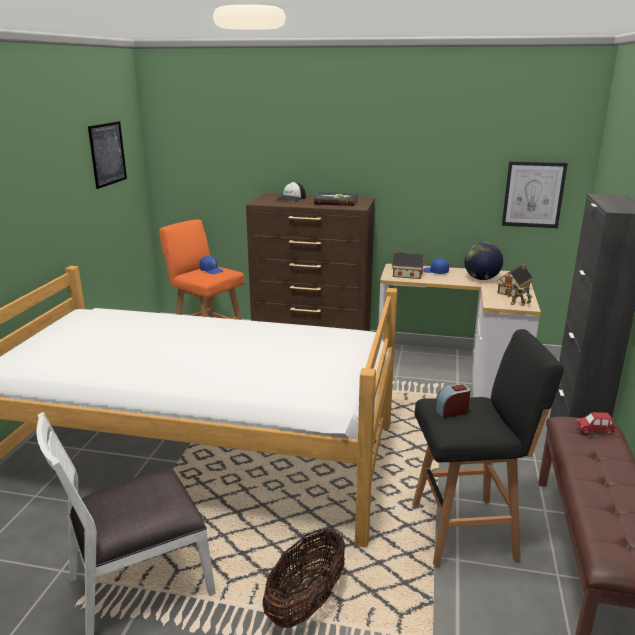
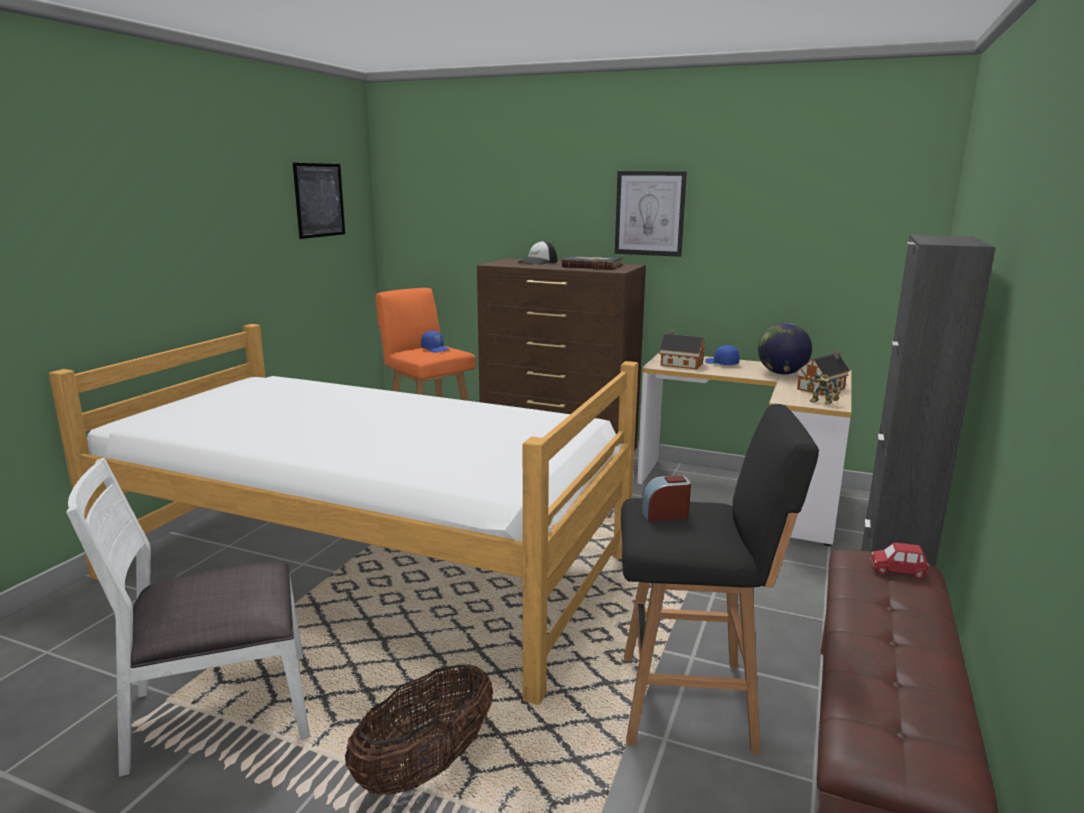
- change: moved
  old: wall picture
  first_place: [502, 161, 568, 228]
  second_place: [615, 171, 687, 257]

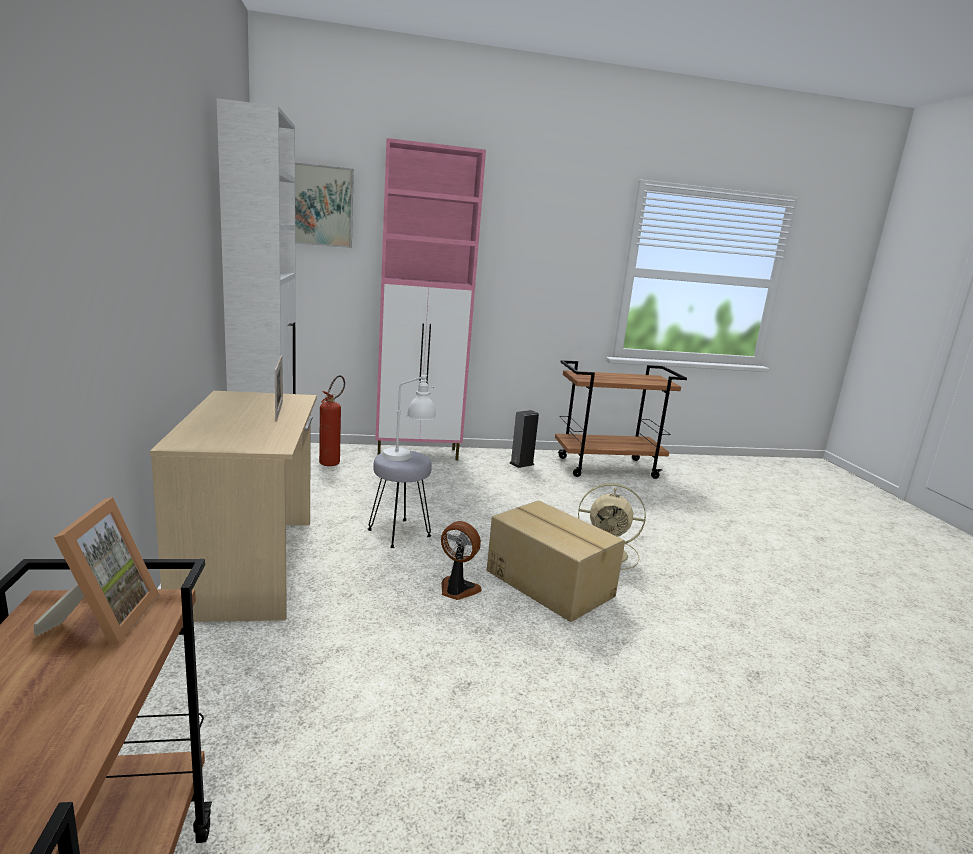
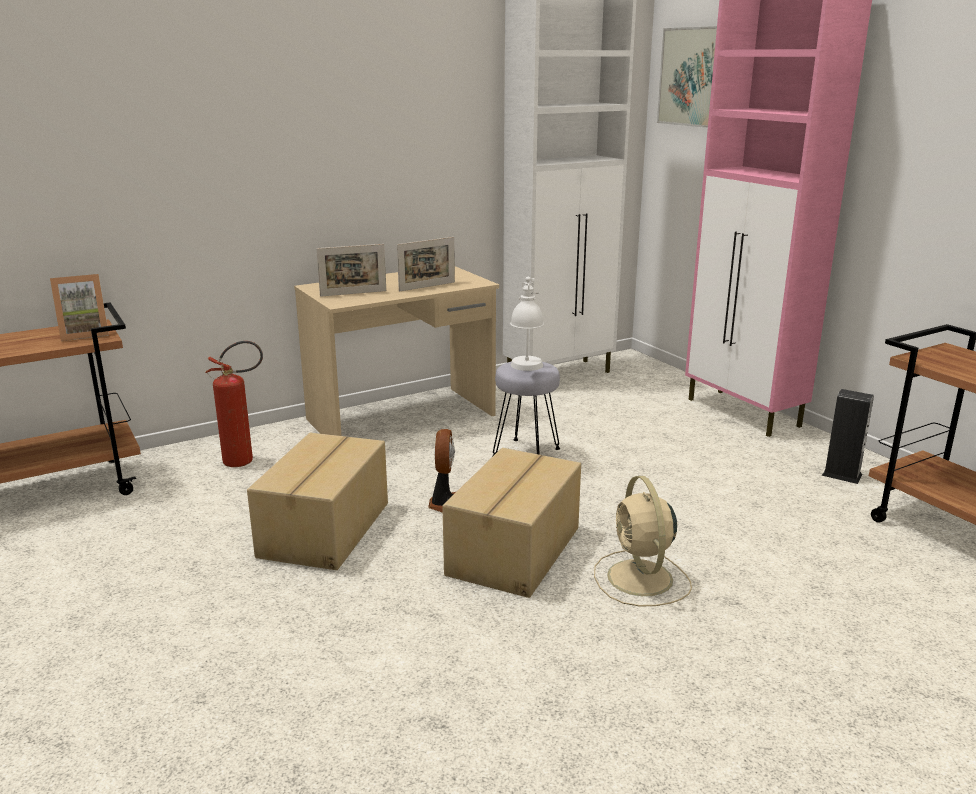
- change: moved
  old: fire extinguisher
  first_place: [319, 375, 345, 466]
  second_place: [205, 341, 263, 467]
- change: added
  new: picture frame
  second_place: [316, 244, 386, 297]
- change: added
  new: cardboard box
  second_place: [247, 433, 388, 570]

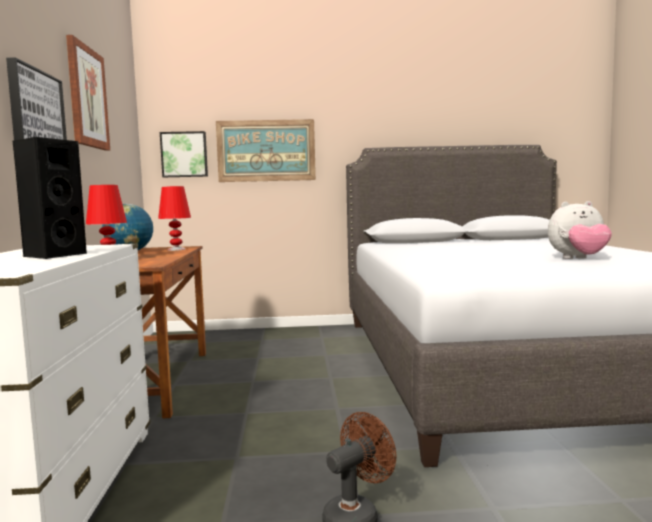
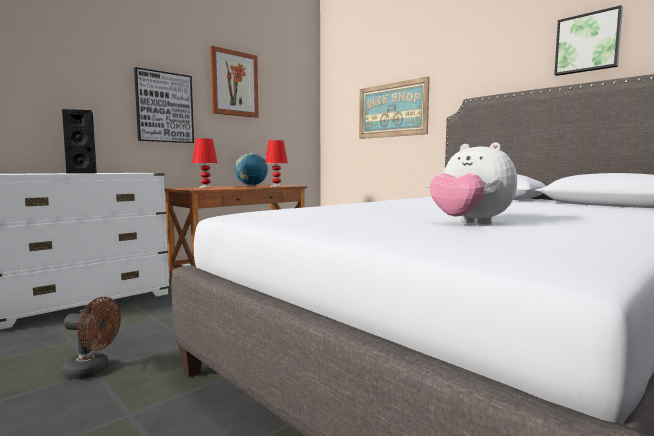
- change: moved
  old: wall picture
  first_place: [160, 131, 208, 177]
  second_place: [554, 5, 623, 76]

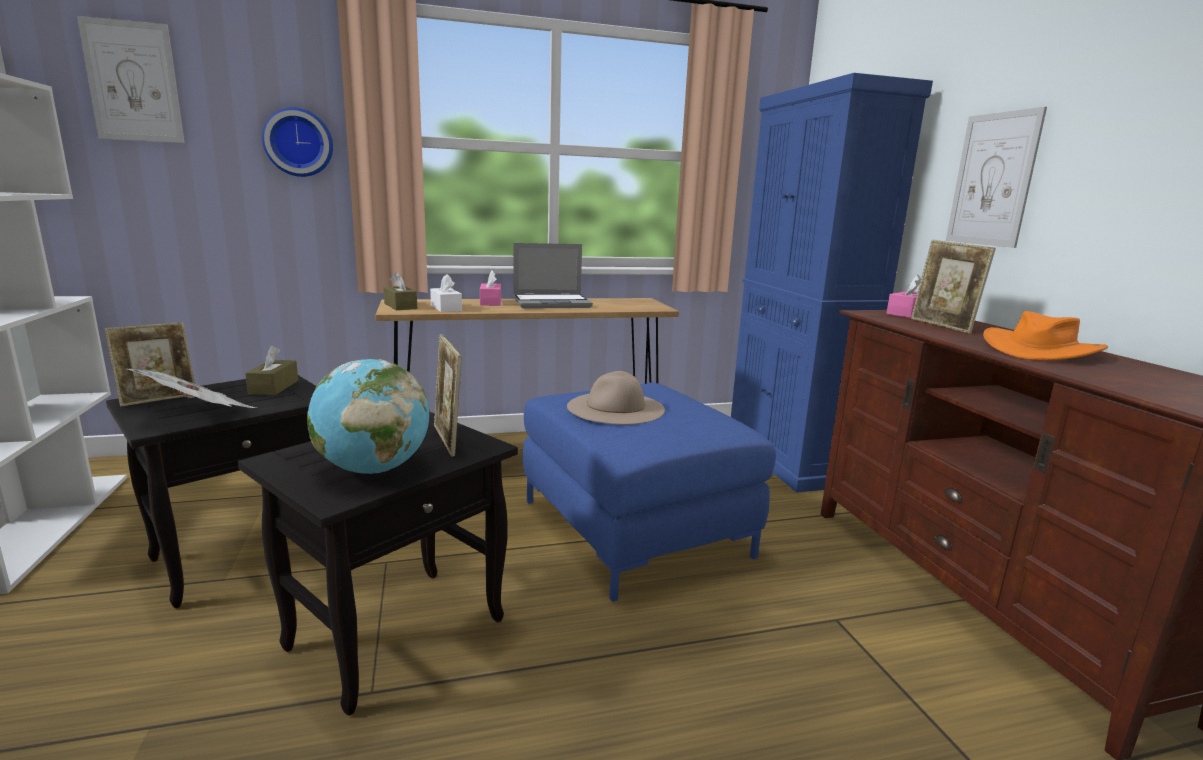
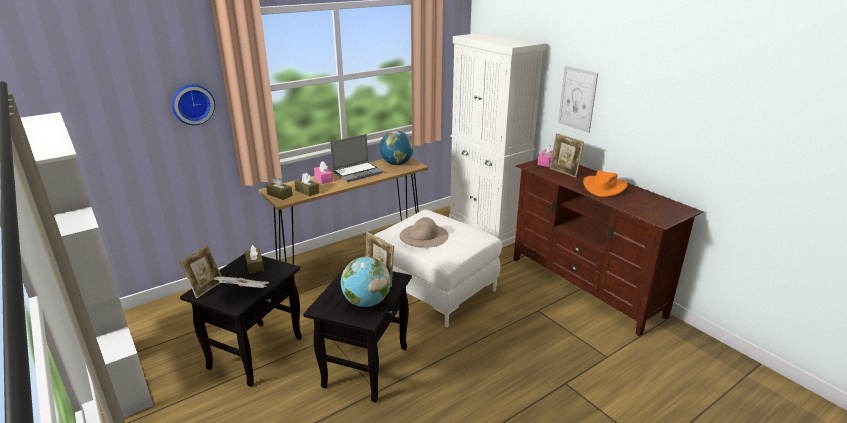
- change: removed
  old: wall picture
  first_place: [77, 16, 184, 143]
- change: recoloured
  old: bluish cabinet
  new: white cabinet
  first_place: [731, 73, 933, 492]
  second_place: [449, 33, 546, 248]
- change: recoloured
  old: white tissue holder
  new: brown-coloured tissue holder
  first_place: [430, 274, 462, 312]
  second_place: [294, 173, 319, 197]
- change: recoloured
  old: bluish ottoman
  new: white ottoman
  first_place: [523, 382, 776, 602]
  second_place: [375, 209, 502, 328]
- change: added
  new: globe
  second_place: [380, 131, 414, 165]

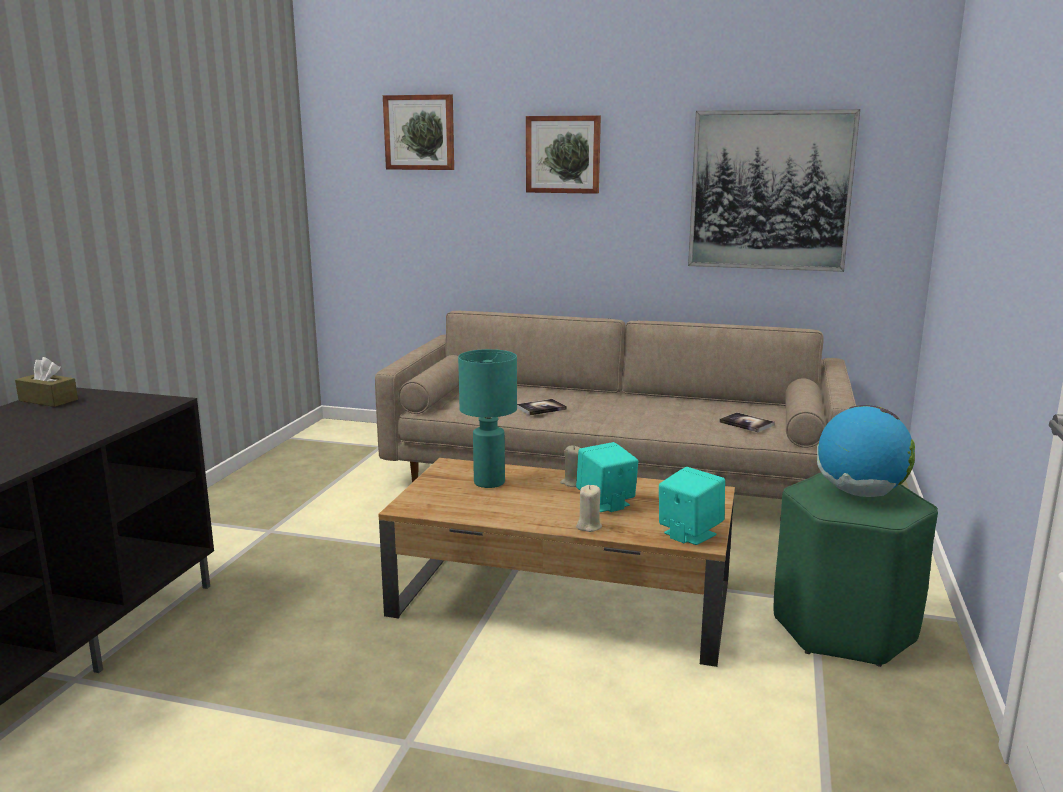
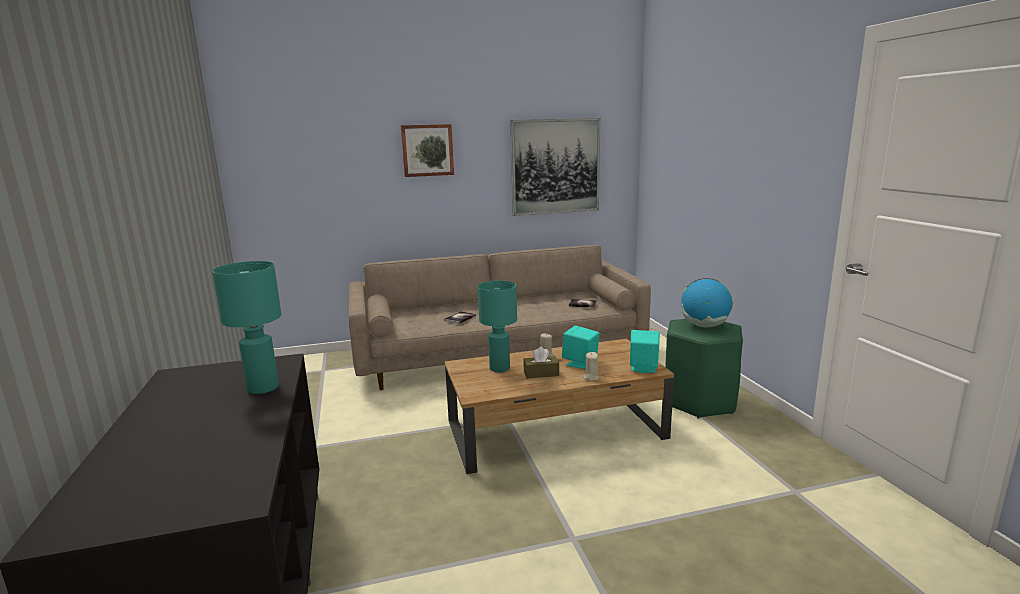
- change: removed
  old: wall picture
  first_place: [383, 94, 454, 170]
- change: moved
  old: brown-coloured tissue holder
  first_place: [15, 357, 78, 407]
  second_place: [523, 347, 559, 378]
- change: added
  new: turquoise-coloured table lamp
  second_place: [212, 261, 281, 394]

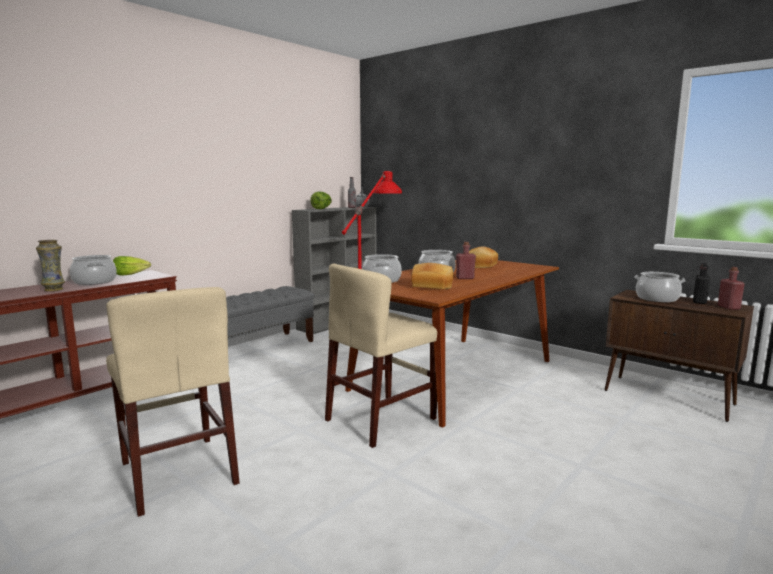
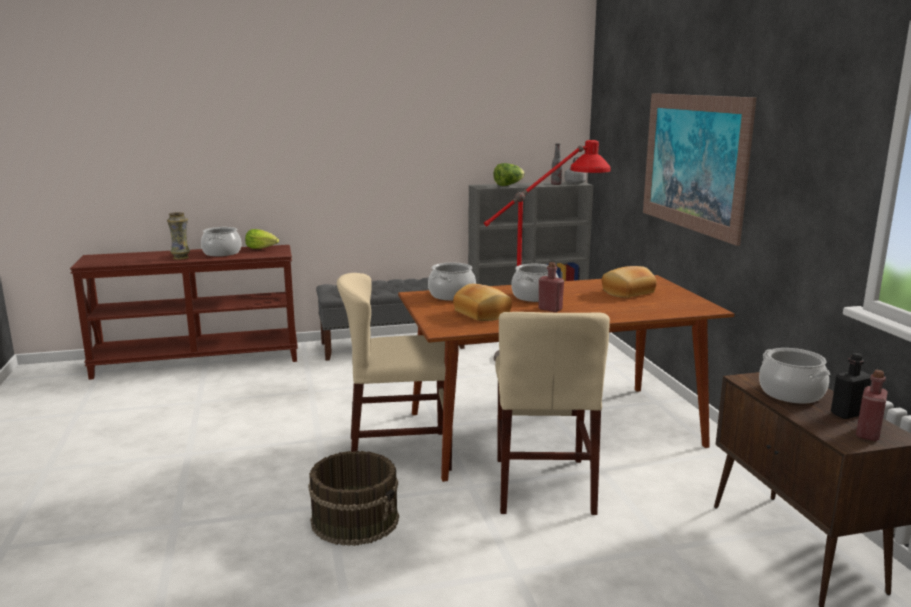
- change: moved
  old: beige-coloured plain chair
  first_place: [106, 287, 240, 517]
  second_place: [495, 312, 610, 515]
- change: added
  new: wall picture
  second_place: [643, 93, 757, 246]
- change: added
  new: brown-coloured water bucket
  second_place: [308, 451, 399, 546]

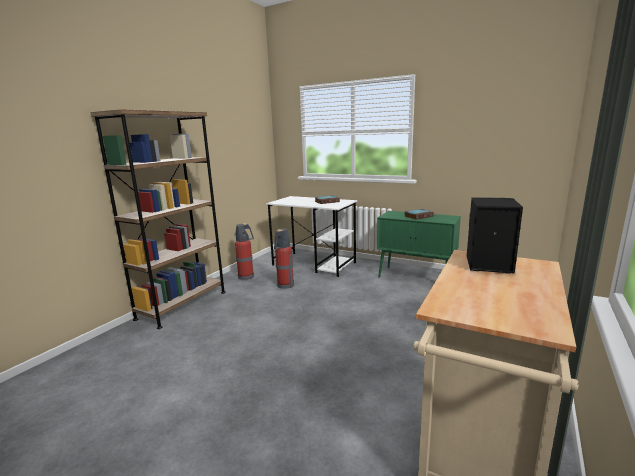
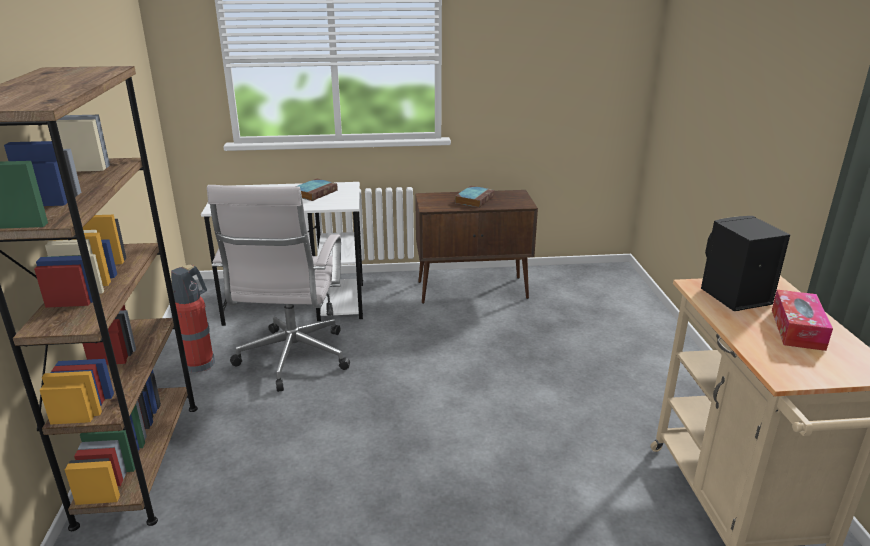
- change: recoloured
  old: greenish cabinet
  new: brown-coloured cabinet
  first_place: [377, 211, 461, 277]
  second_place: [415, 190, 538, 304]
- change: replaced
  old: fire extinguisher
  new: white desk chair
  first_place: [274, 228, 294, 289]
  second_place: [207, 185, 350, 392]
- change: added
  new: tissue holder
  second_place: [772, 290, 833, 351]

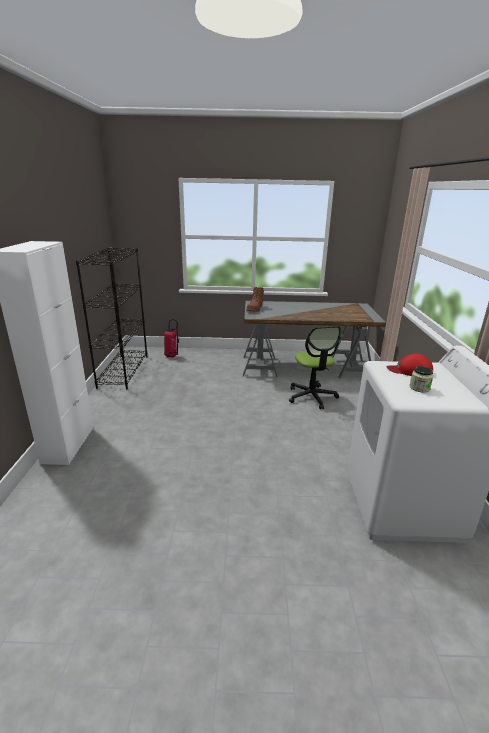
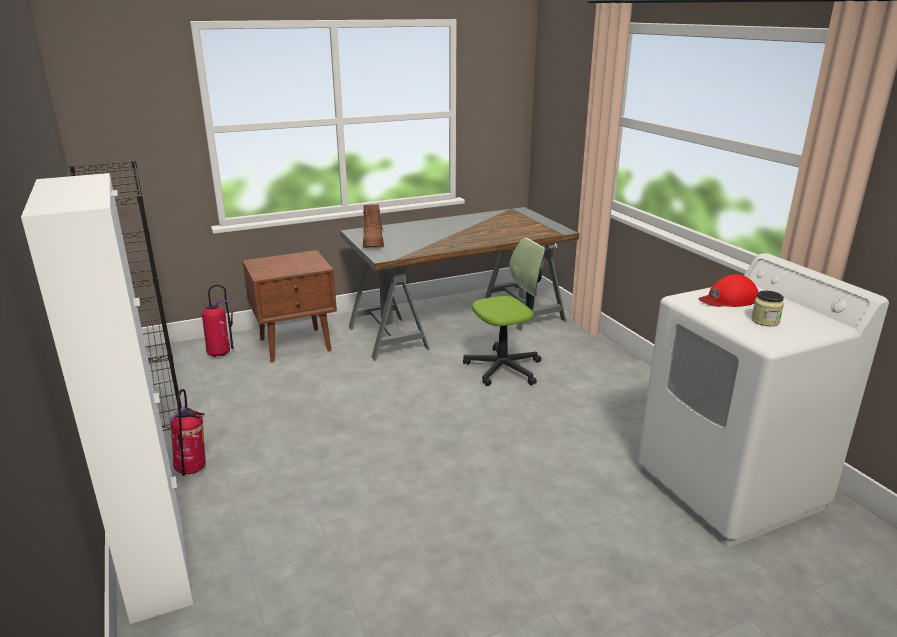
- change: turned
  old: desk chair
  first_place: [289, 326, 340, 409]
  second_place: [463, 238, 545, 386]
  degrees: -75
- change: added
  new: brown-coloured night table
  second_place: [242, 250, 337, 363]
- change: added
  new: fire extinguisher
  second_place: [170, 389, 206, 476]

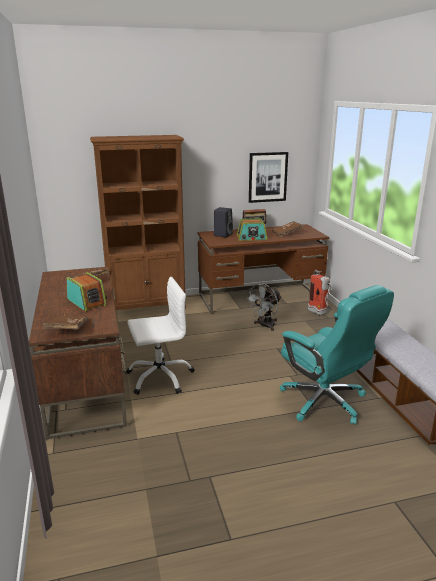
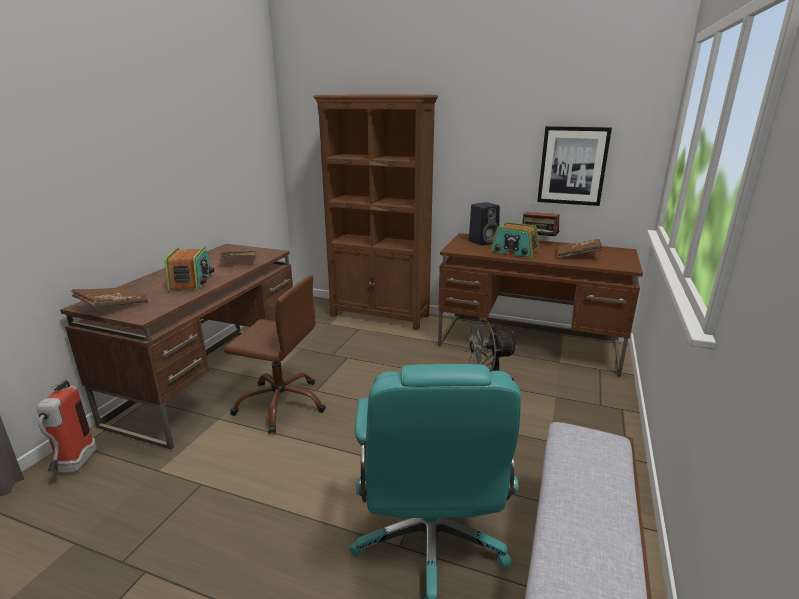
- change: moved
  old: fire extinguisher
  first_place: [308, 270, 332, 316]
  second_place: [37, 378, 97, 473]
- change: recoloured
  old: white desk chair
  new: brown-coloured desk chair
  first_place: [126, 277, 195, 395]
  second_place: [224, 275, 326, 433]

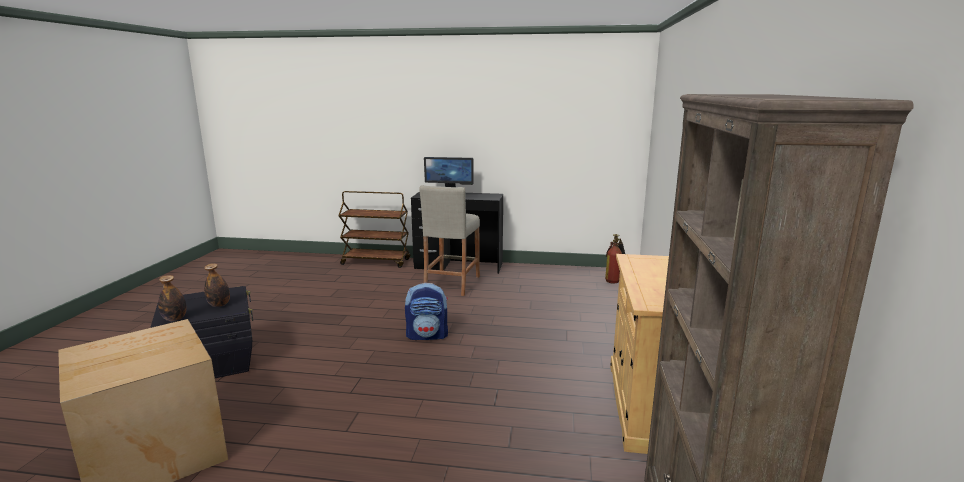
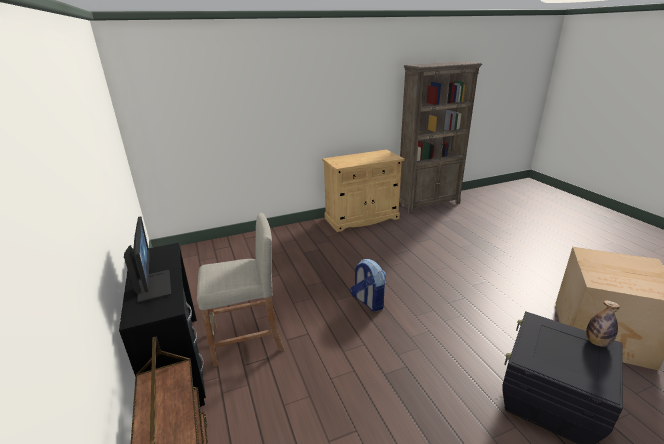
- change: removed
  old: fire extinguisher
  first_place: [605, 234, 625, 284]
- change: removed
  old: drink bottle
  first_place: [204, 263, 230, 307]

